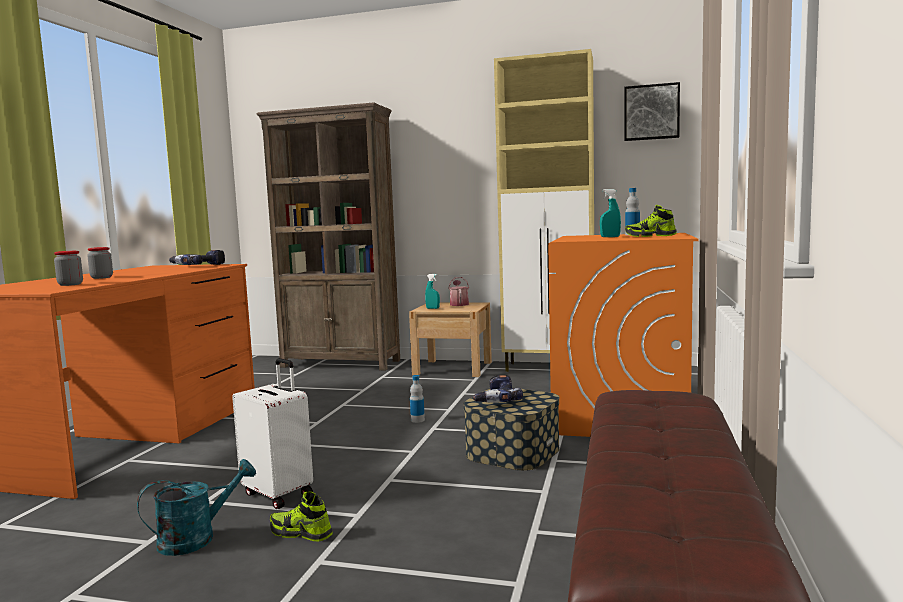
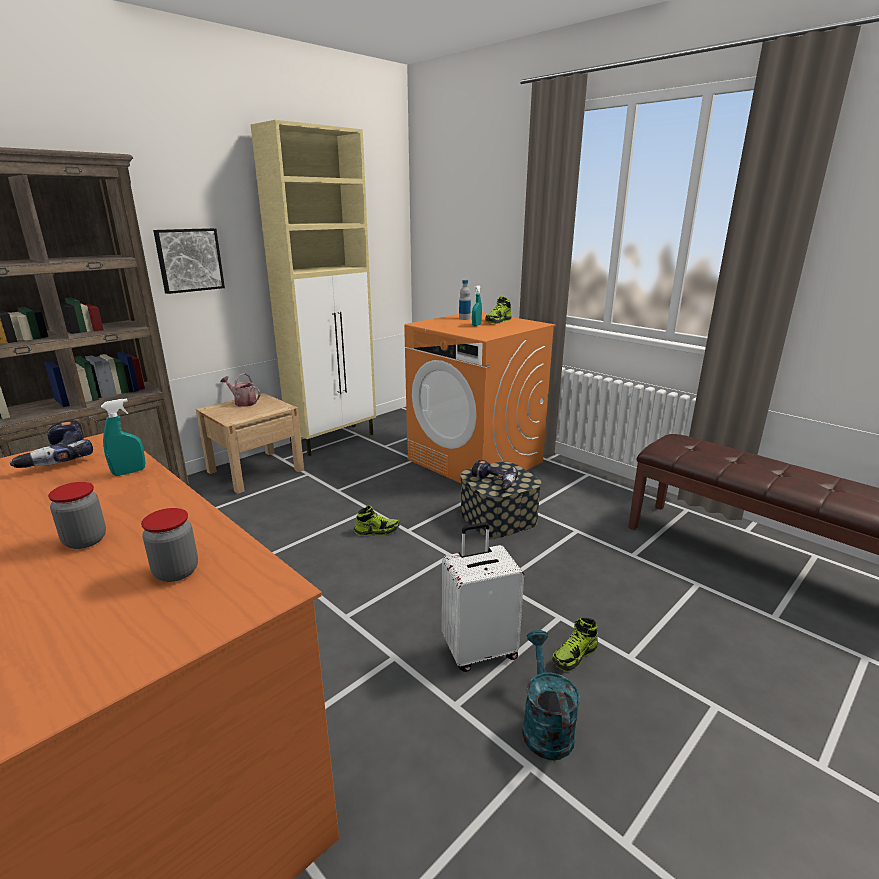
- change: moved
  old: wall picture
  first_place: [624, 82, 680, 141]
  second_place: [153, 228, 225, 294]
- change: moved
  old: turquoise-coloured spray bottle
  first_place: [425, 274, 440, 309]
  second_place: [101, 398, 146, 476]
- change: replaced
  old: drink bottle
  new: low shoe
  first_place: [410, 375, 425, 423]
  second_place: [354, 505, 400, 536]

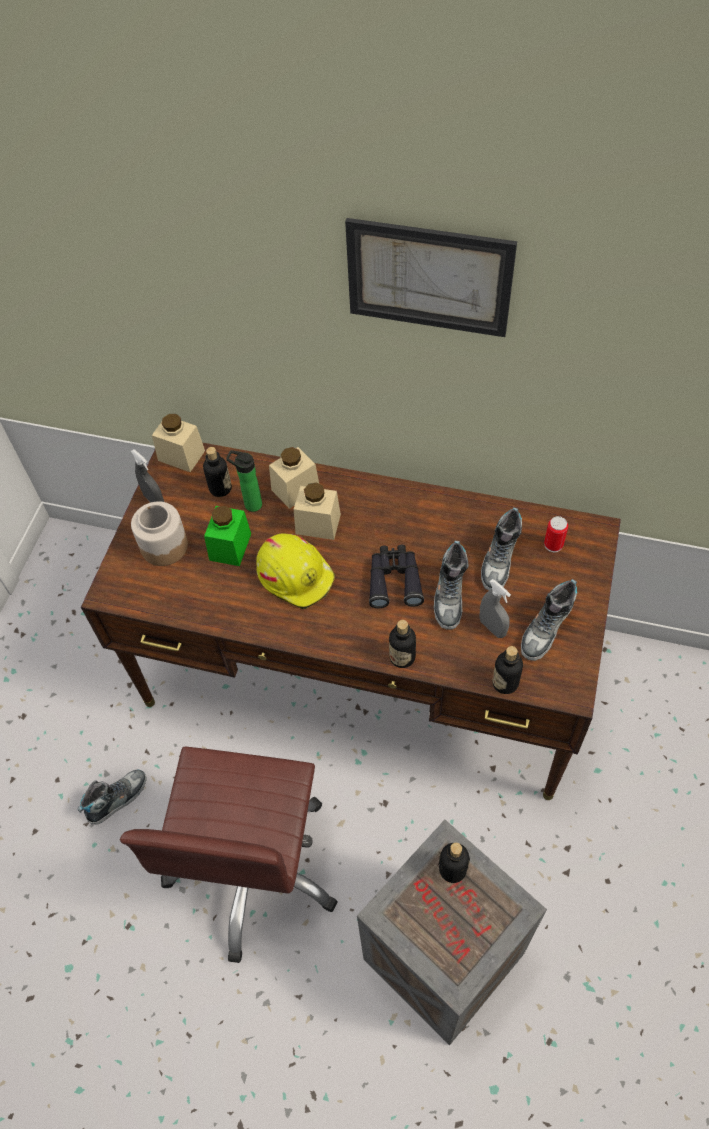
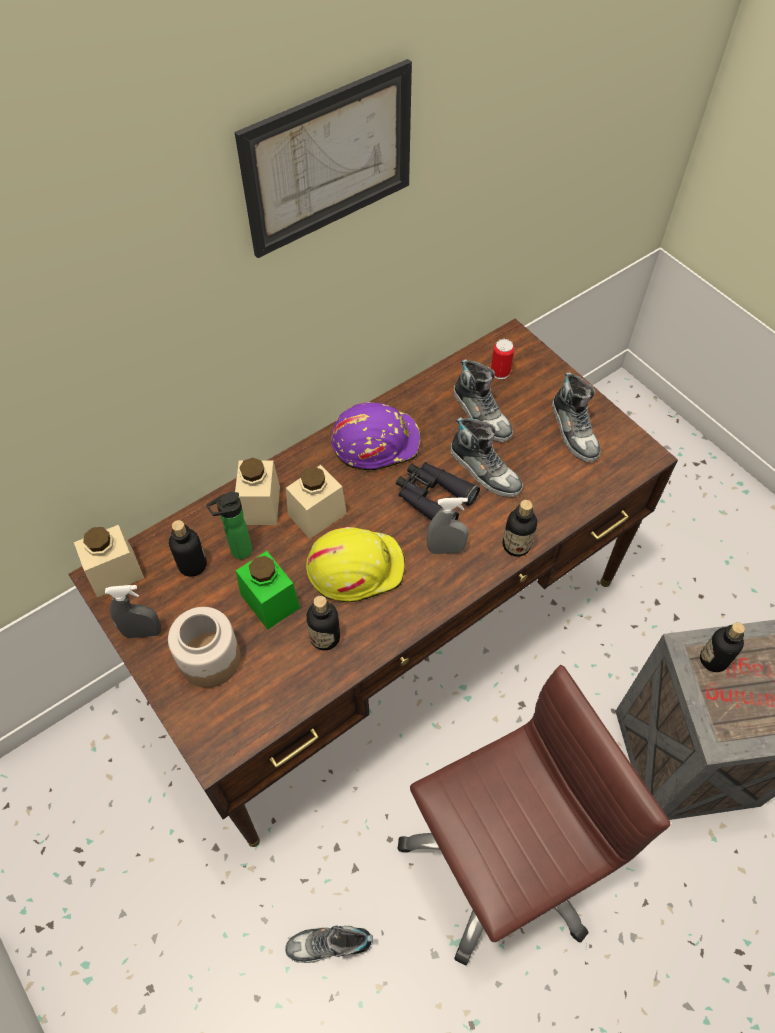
- change: moved
  old: grey spray bottle
  first_place: [479, 579, 511, 638]
  second_place: [427, 497, 468, 554]
- change: moved
  old: drink bottle
  first_place: [492, 646, 523, 694]
  second_place: [306, 596, 340, 650]
- change: turned
  old: brown-coloured desk chair
  first_place: [120, 747, 337, 963]
  second_place: [398, 665, 670, 966]
  degrees: -75
- change: turned
  old: low shoe
  first_place: [78, 770, 147, 825]
  second_place: [285, 925, 373, 963]
  degrees: -90
- change: added
  new: purple work helmet
  second_place: [331, 402, 421, 470]

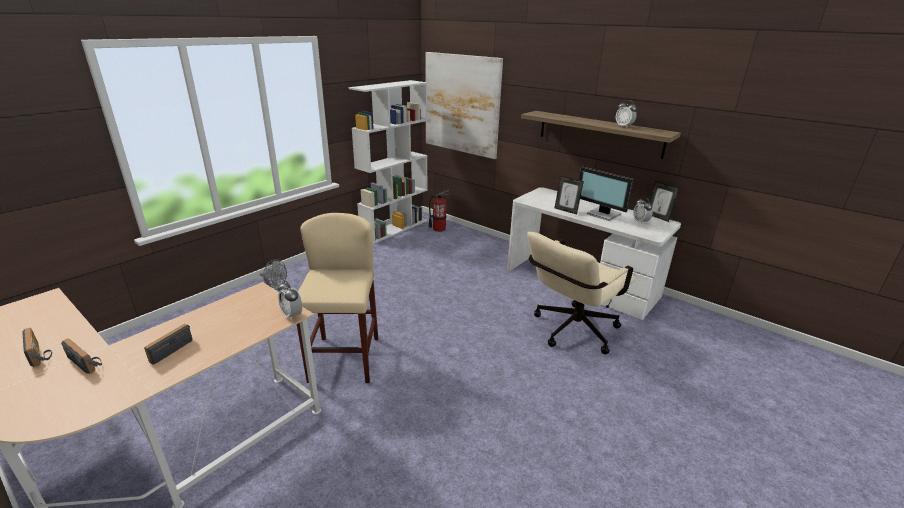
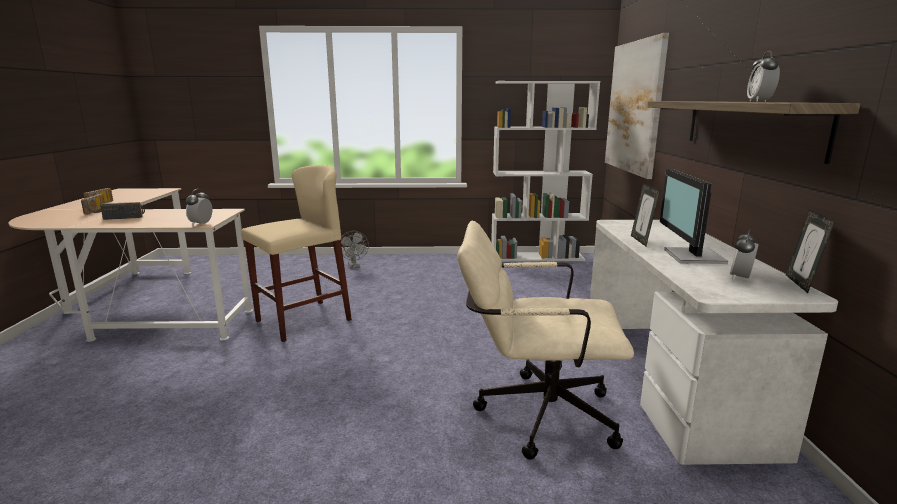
- change: removed
  old: fire extinguisher
  first_place: [429, 190, 450, 232]

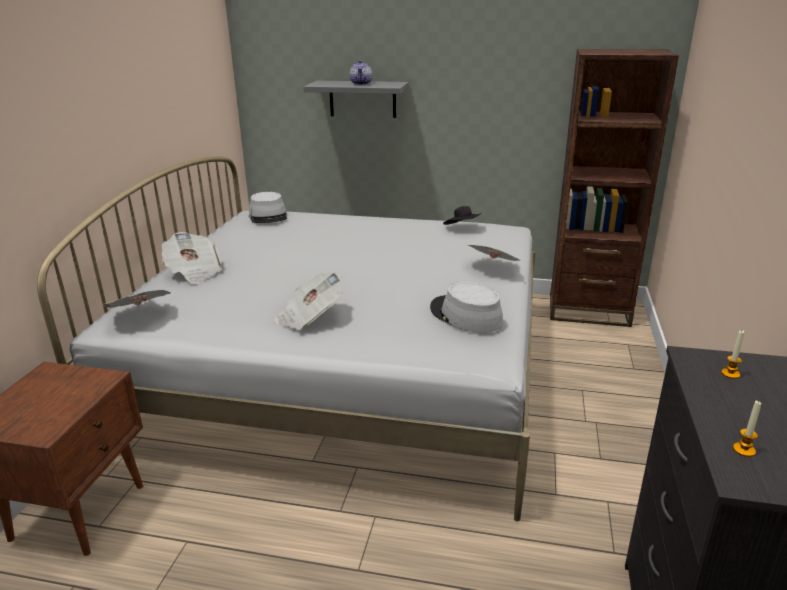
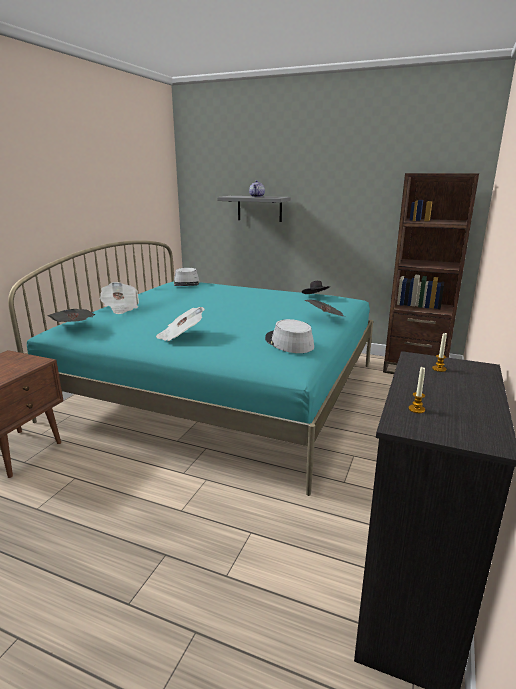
- change: recoloured
  old: white bed
  new: turquoise-coloured bed
  first_place: [37, 156, 535, 522]
  second_place: [8, 240, 373, 496]

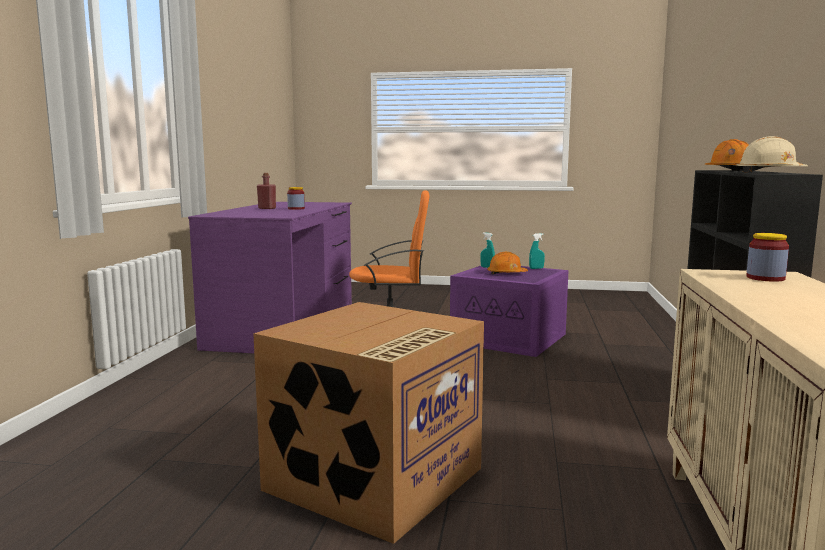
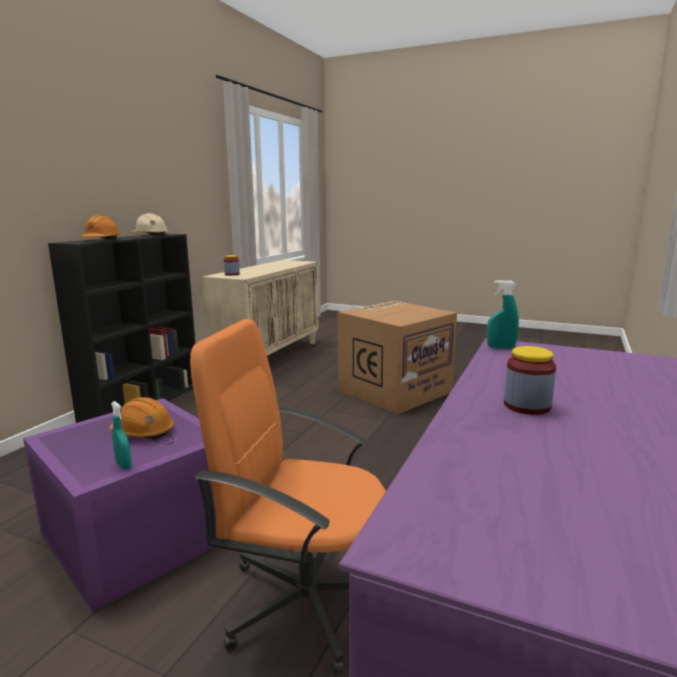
- change: removed
  old: red-coloured drink bottle
  first_place: [257, 173, 276, 209]
- change: moved
  old: turquoise-coloured spray bottle
  first_place: [529, 233, 545, 269]
  second_place: [487, 280, 519, 349]

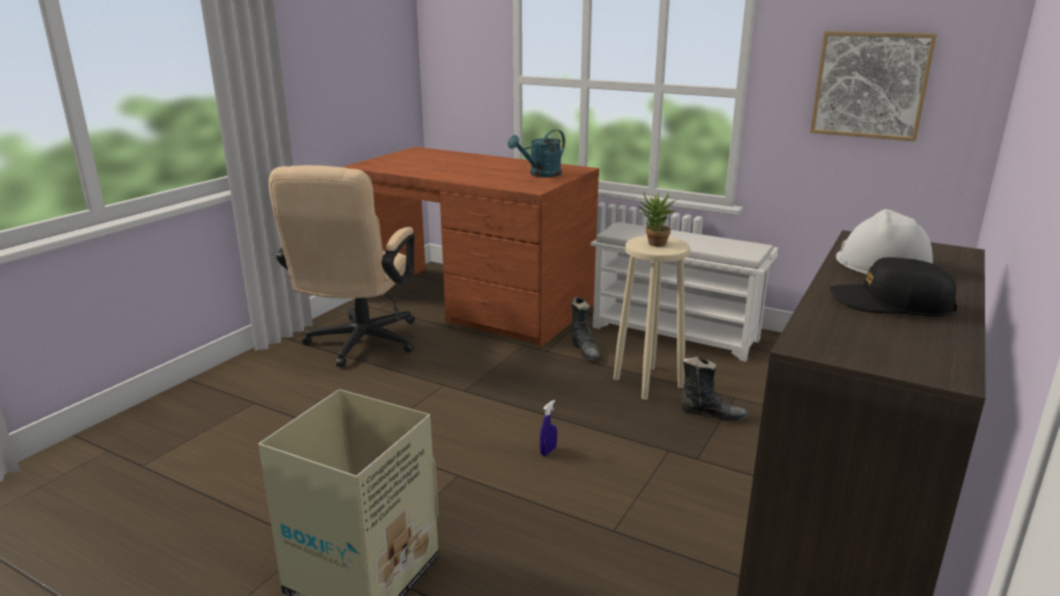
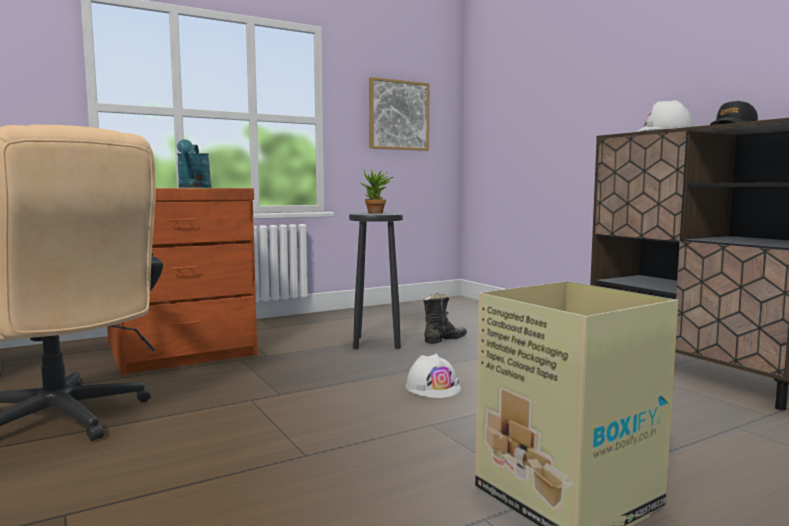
- change: removed
  old: white shoe rack
  first_place: [590, 222, 778, 362]
- change: recoloured
  old: beige-coloured stool
  new: black-coloured stool
  first_place: [613, 236, 690, 400]
  second_place: [349, 213, 403, 349]
- change: removed
  old: black-coloured high-top boot
  first_place: [571, 297, 601, 360]
- change: replaced
  old: bluish spray bottle
  new: white work helmet
  first_place: [540, 400, 557, 456]
  second_place: [405, 354, 461, 398]

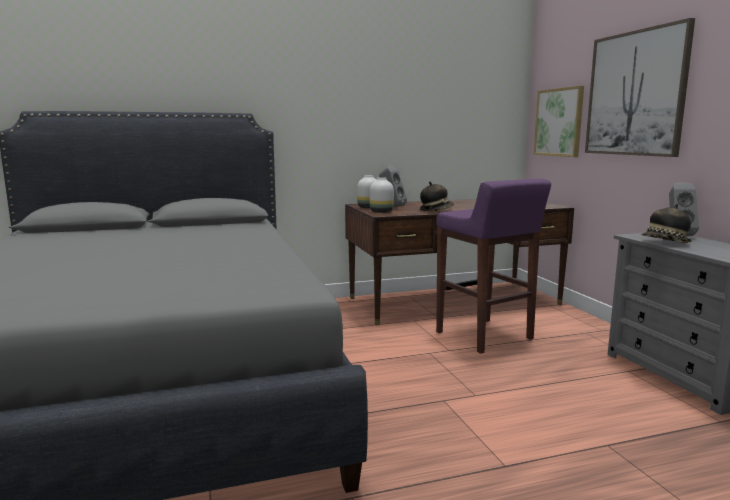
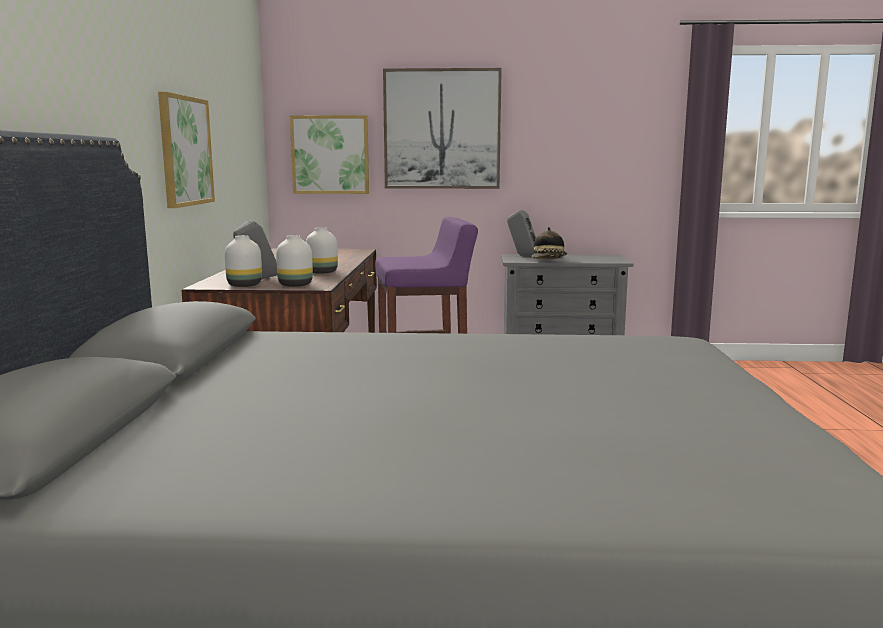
- change: replaced
  old: wearable hat
  new: white vase
  first_place: [420, 182, 454, 212]
  second_place: [306, 227, 338, 274]
- change: added
  new: wall picture
  second_place: [158, 92, 215, 208]

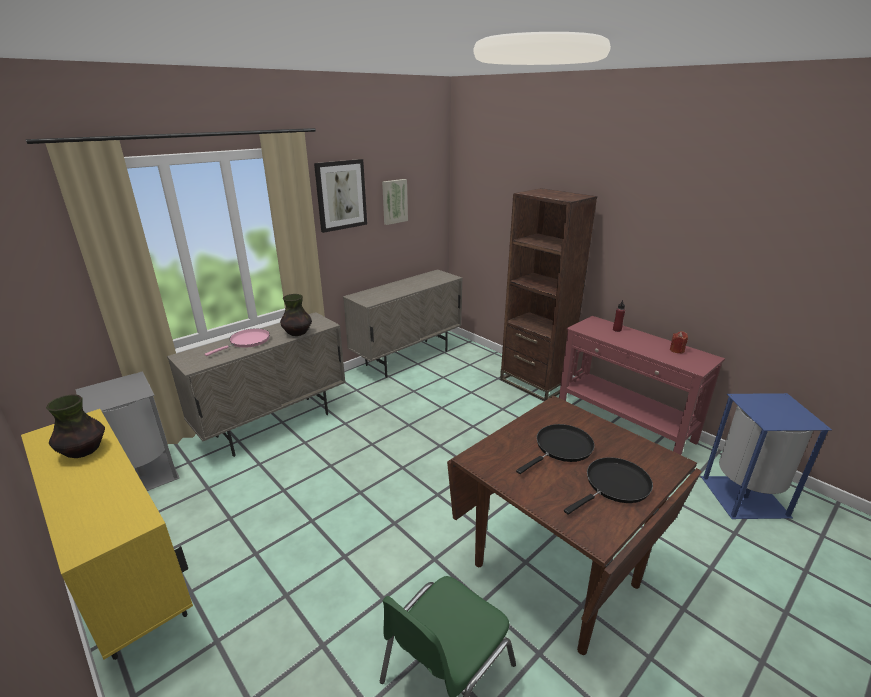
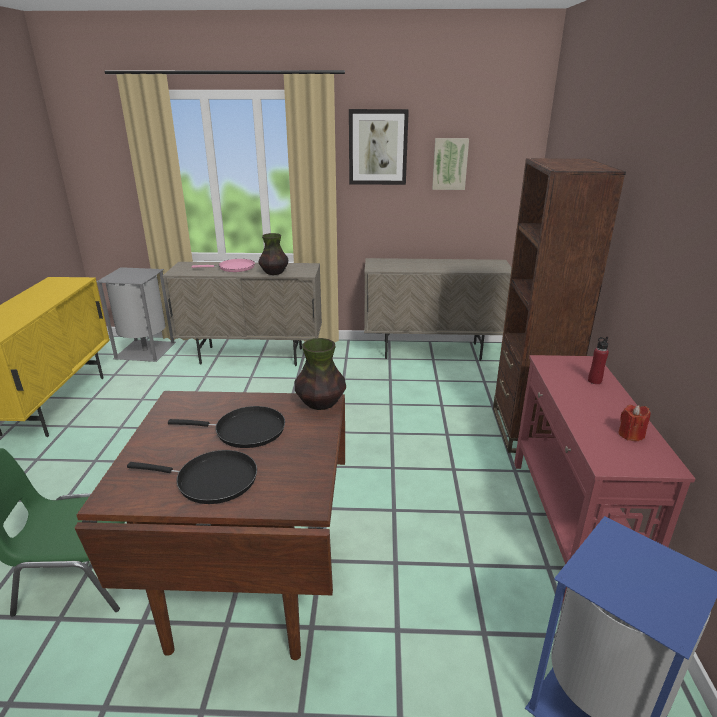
- change: moved
  old: vase
  first_place: [46, 394, 105, 458]
  second_place: [295, 338, 346, 410]

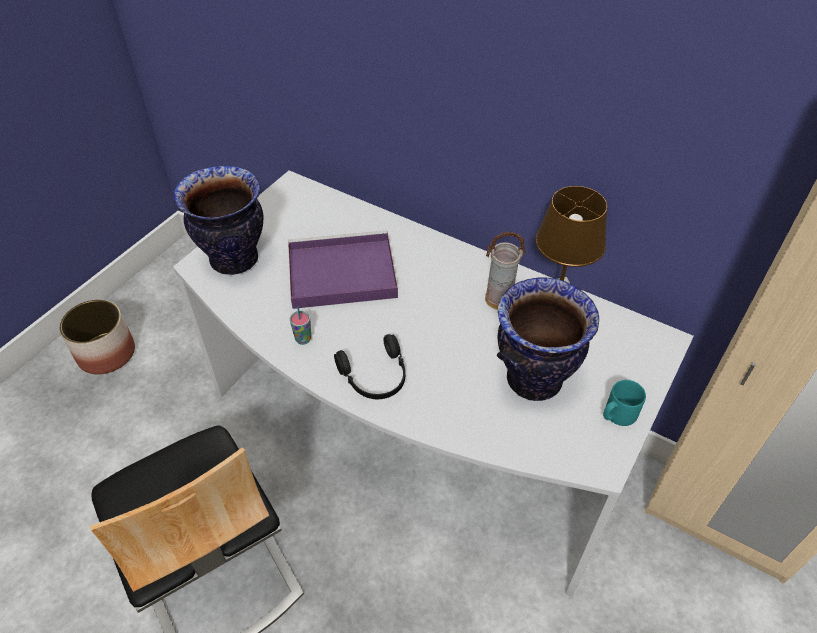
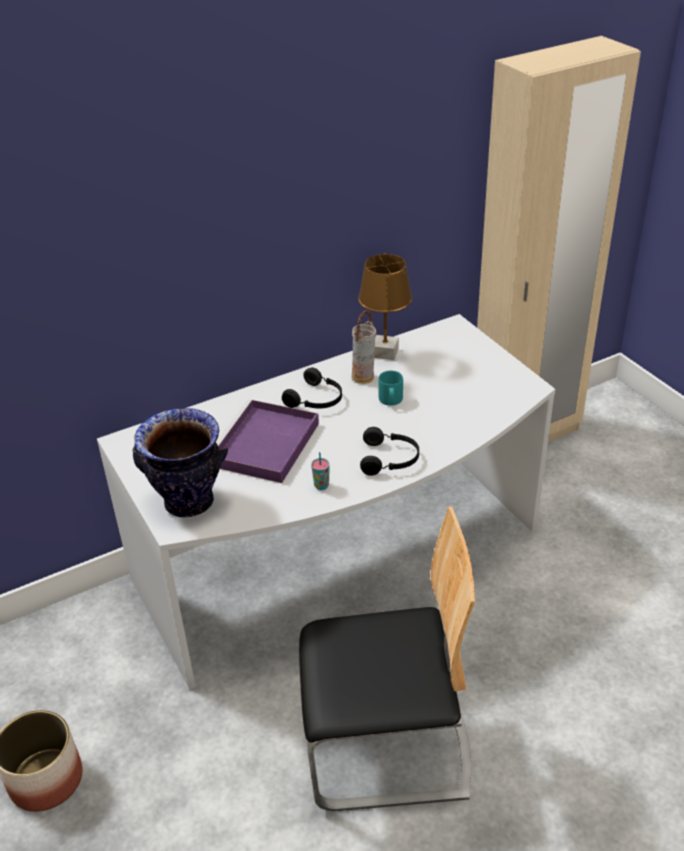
- change: removed
  old: vase
  first_place: [497, 277, 599, 401]
- change: moved
  old: turquoise-coloured mug
  first_place: [603, 380, 646, 426]
  second_place: [378, 371, 403, 406]
- change: added
  new: black-coloured headset
  second_place: [282, 367, 342, 408]

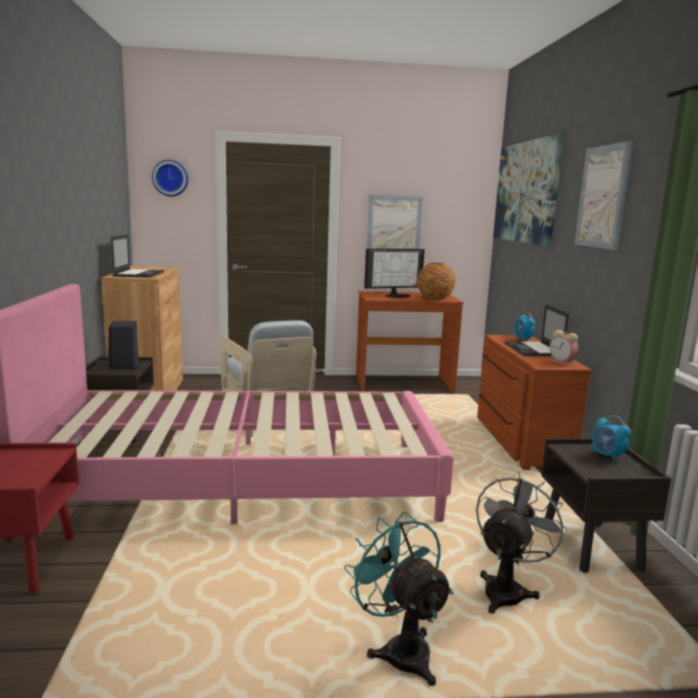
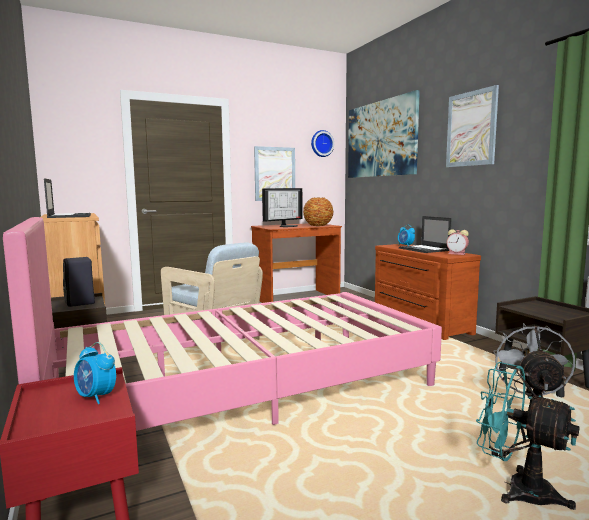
- change: moved
  old: hanging clock
  first_place: [152, 160, 188, 197]
  second_place: [311, 130, 334, 157]
- change: moved
  old: alarm clock
  first_place: [592, 415, 631, 462]
  second_place: [74, 342, 116, 404]

